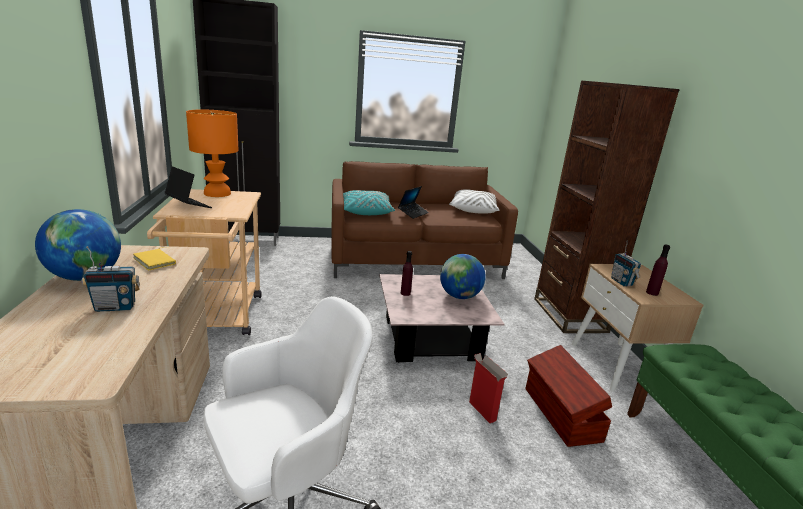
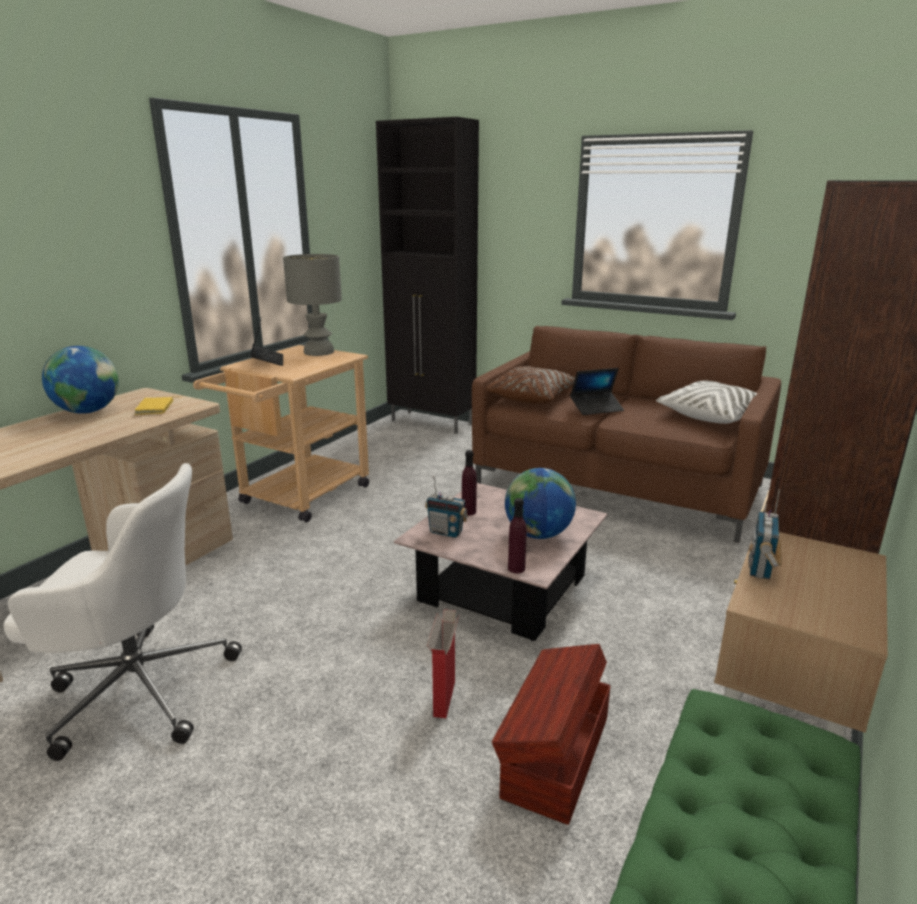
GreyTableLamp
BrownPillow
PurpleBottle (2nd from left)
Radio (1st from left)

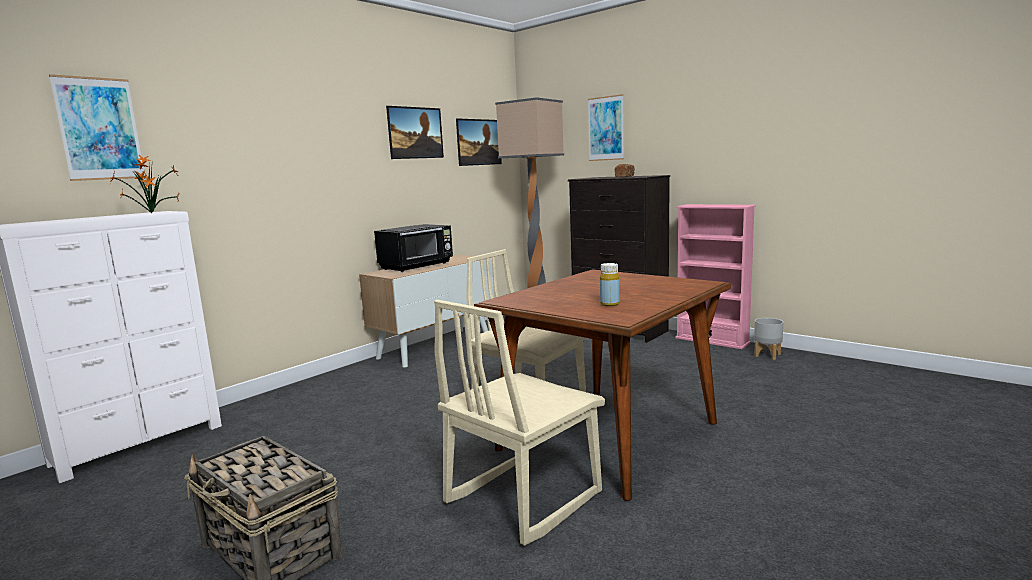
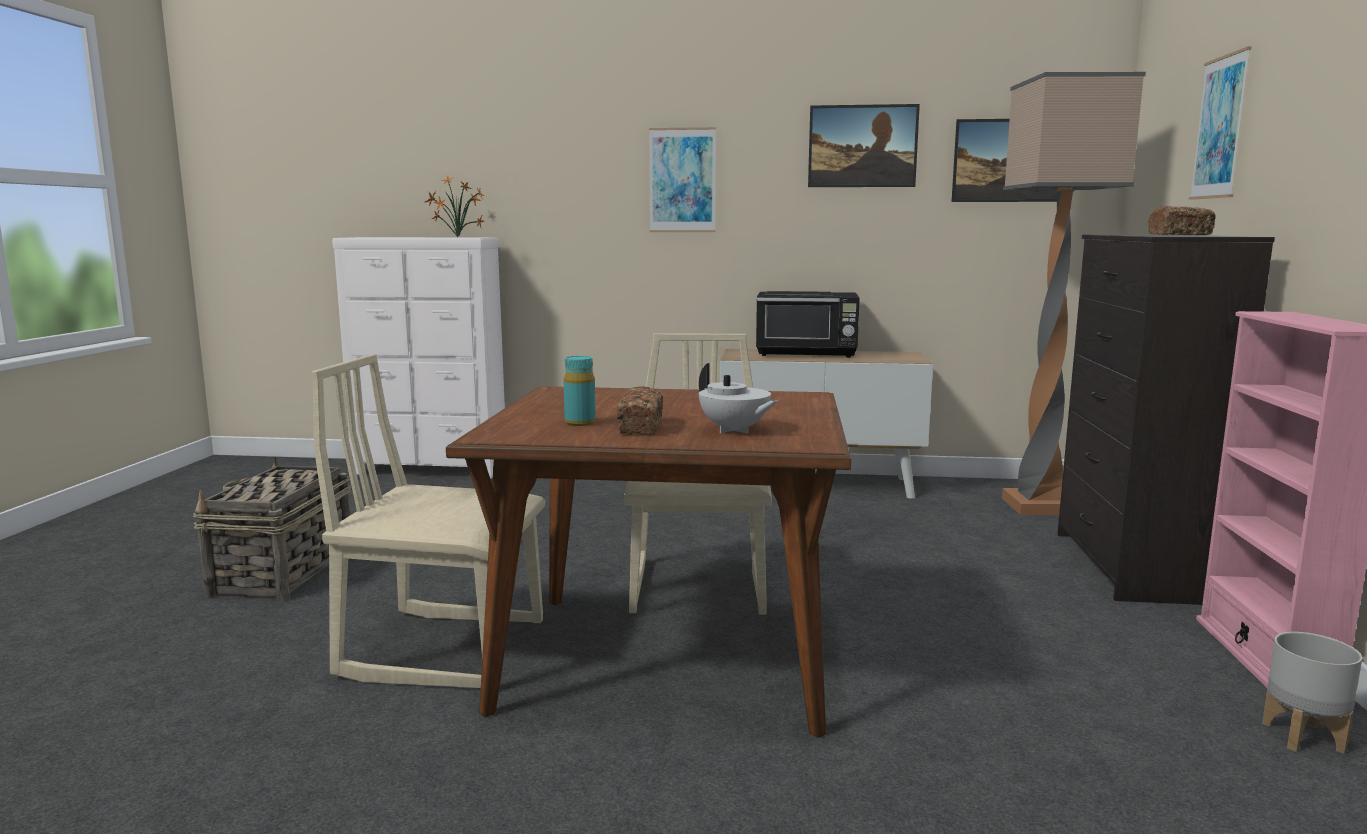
Picture (1st from left)
TurquoiseBottle
WhiteTeapot
Bread (1st from left)

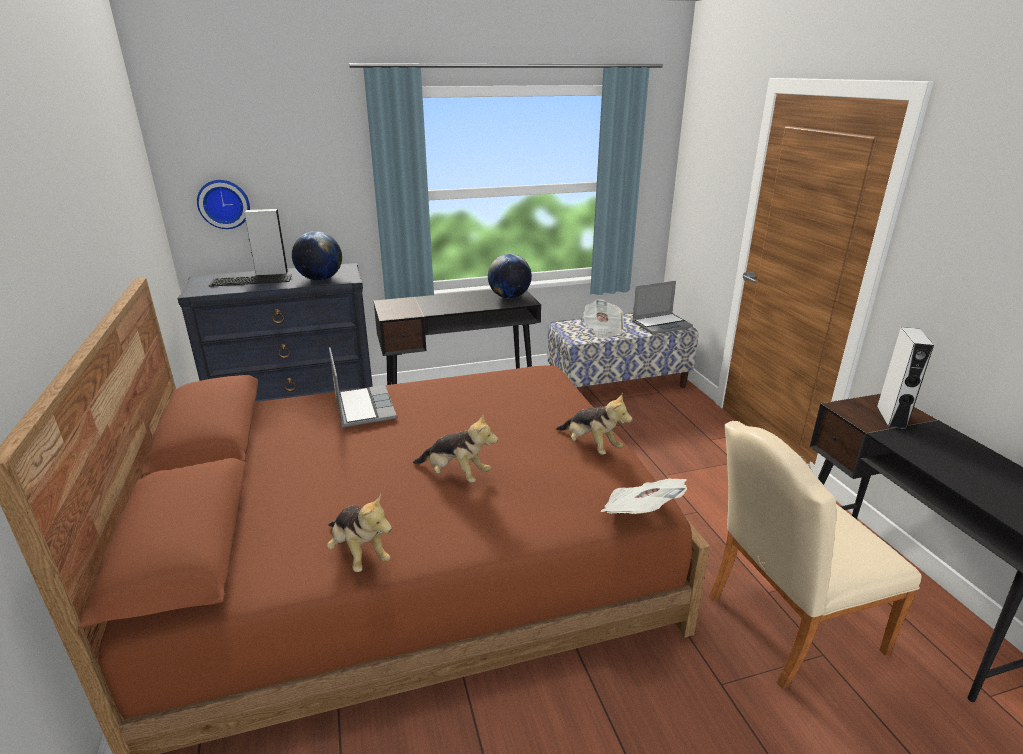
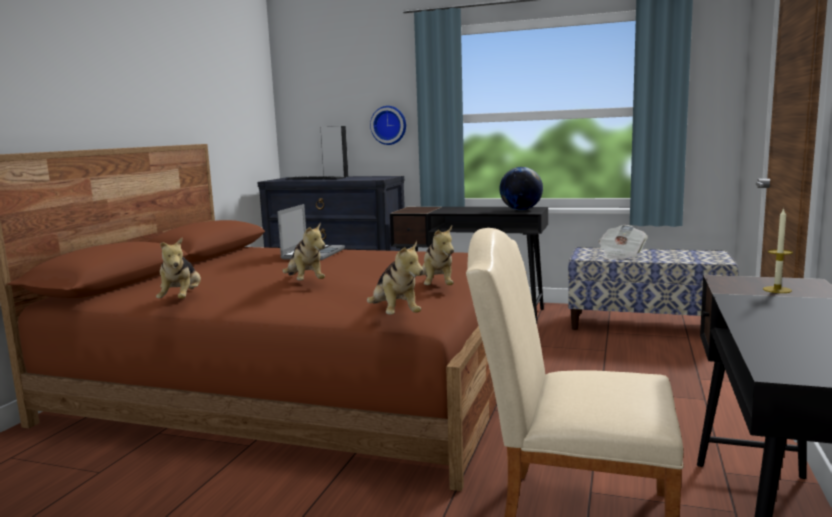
WallClock
Globe (1st from left in the first image)
Laptop (2nd from left in the first image)
Candle
PlushToy (3rd from left)

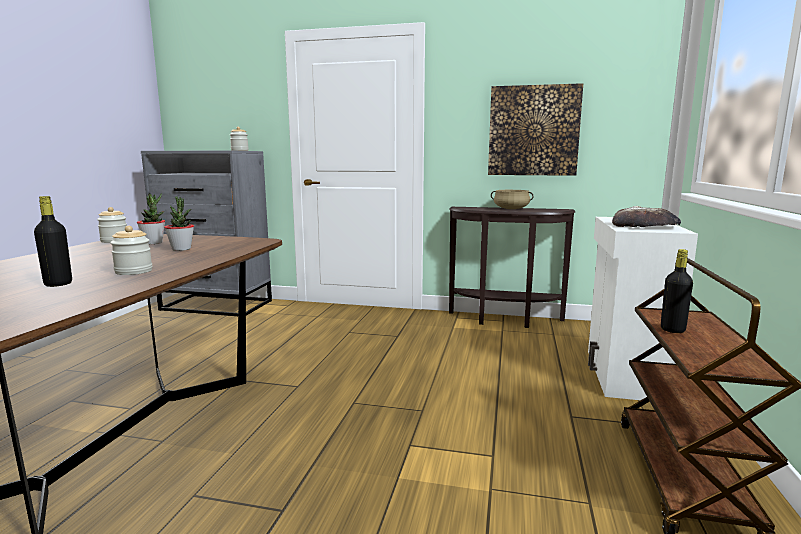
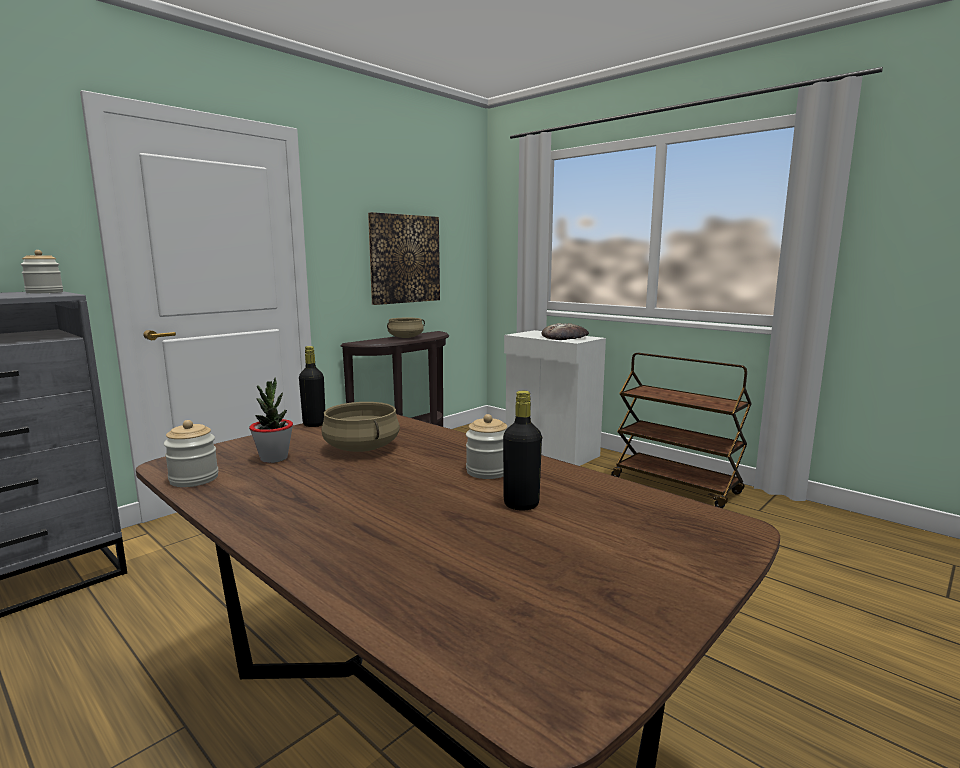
BeigeCookingPot (1st from left)
BlackBottle (1st from left)

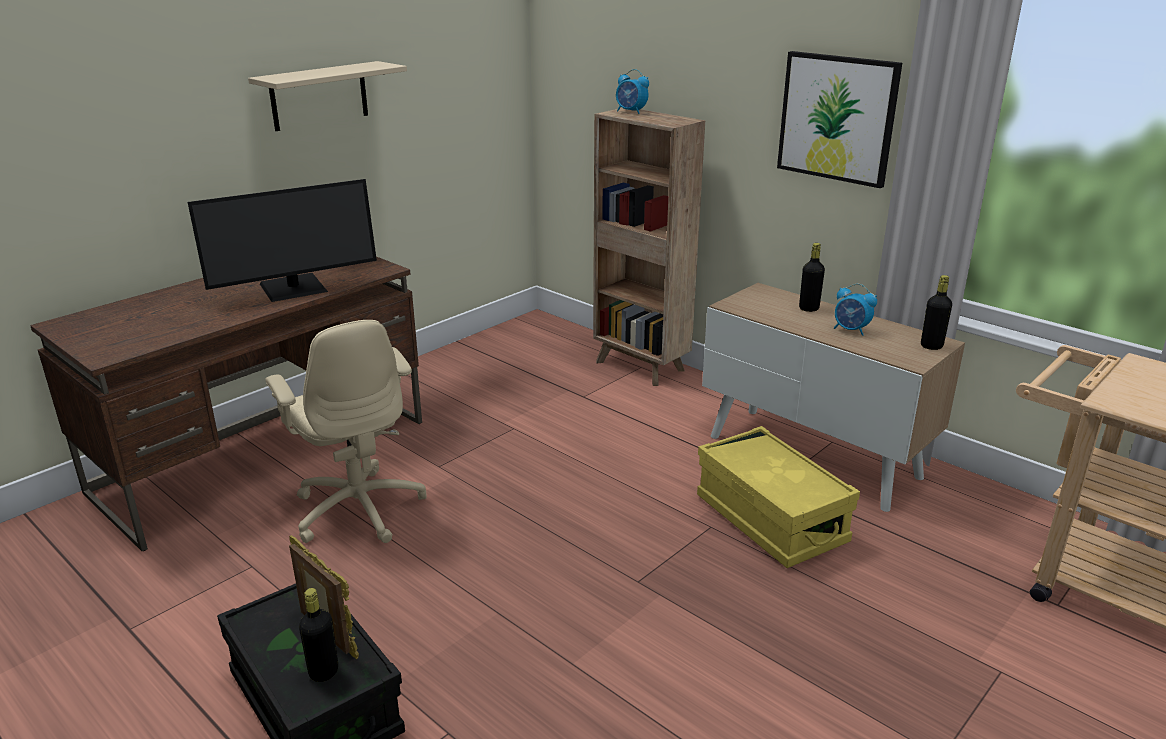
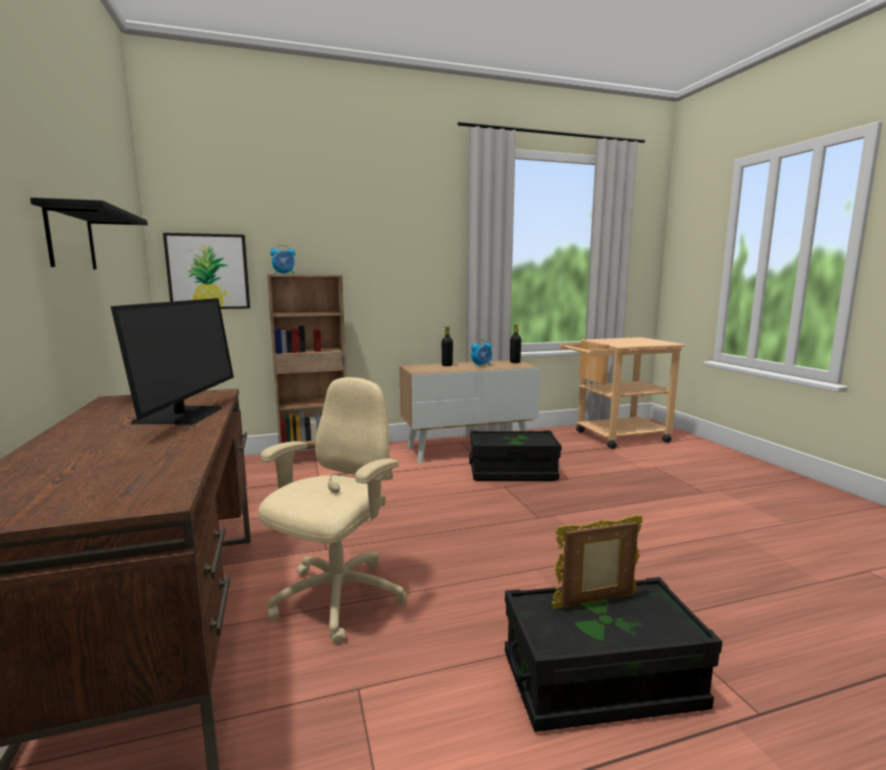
Picture
BlackShelf
BeigeOfficeChair
BlackStorageBox (1st from left)
BlackBottle (1st from left in the first image)

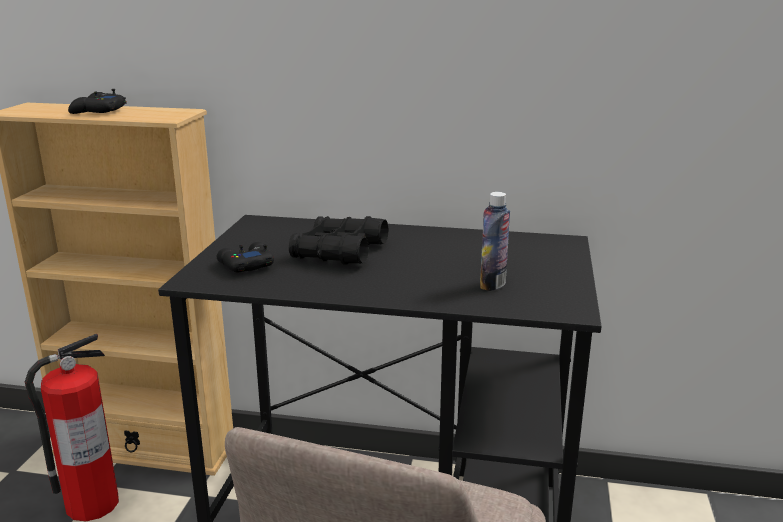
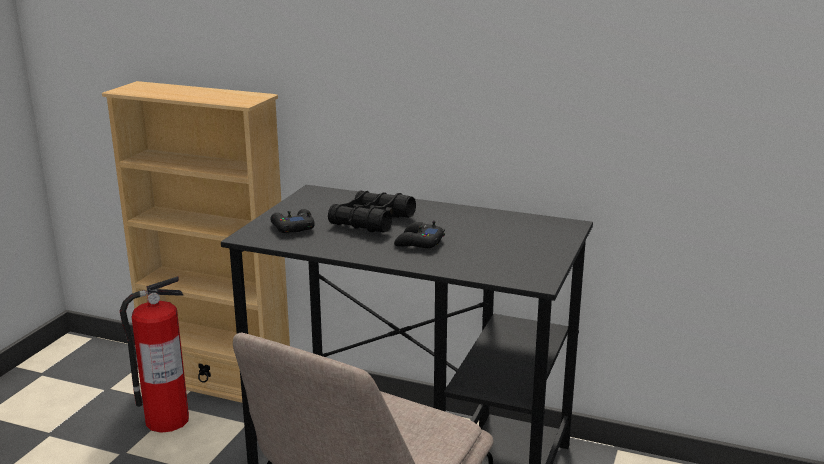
BlackGameController (2nd from left)
Bottle

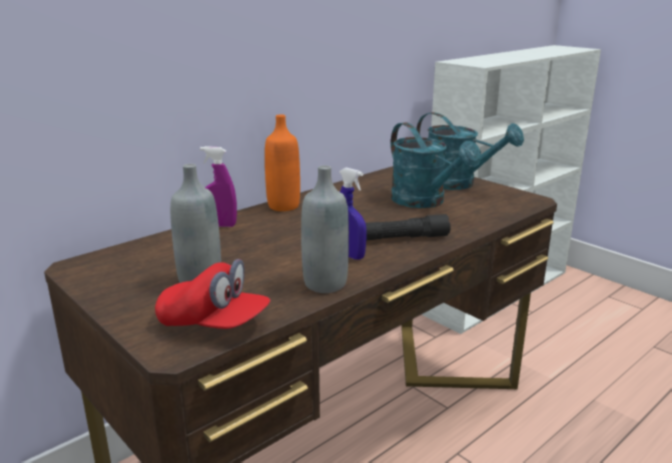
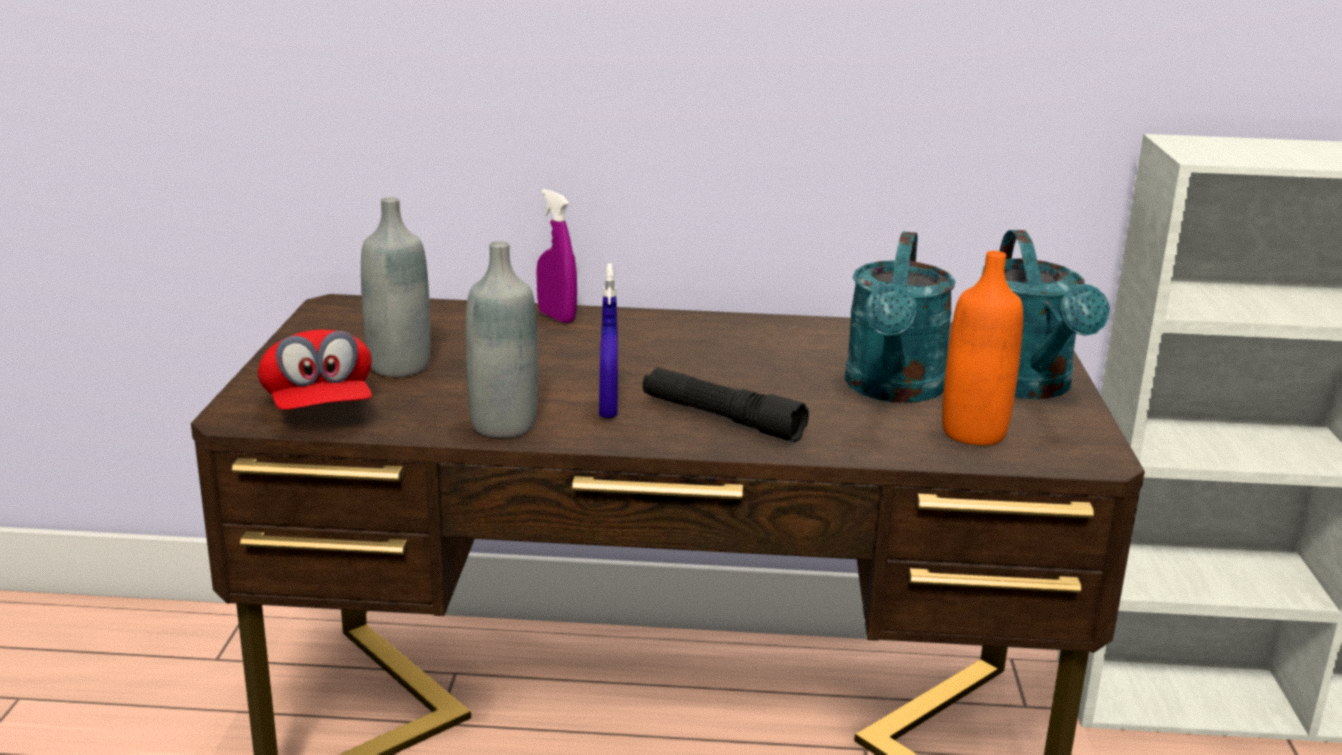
OrangeBottle

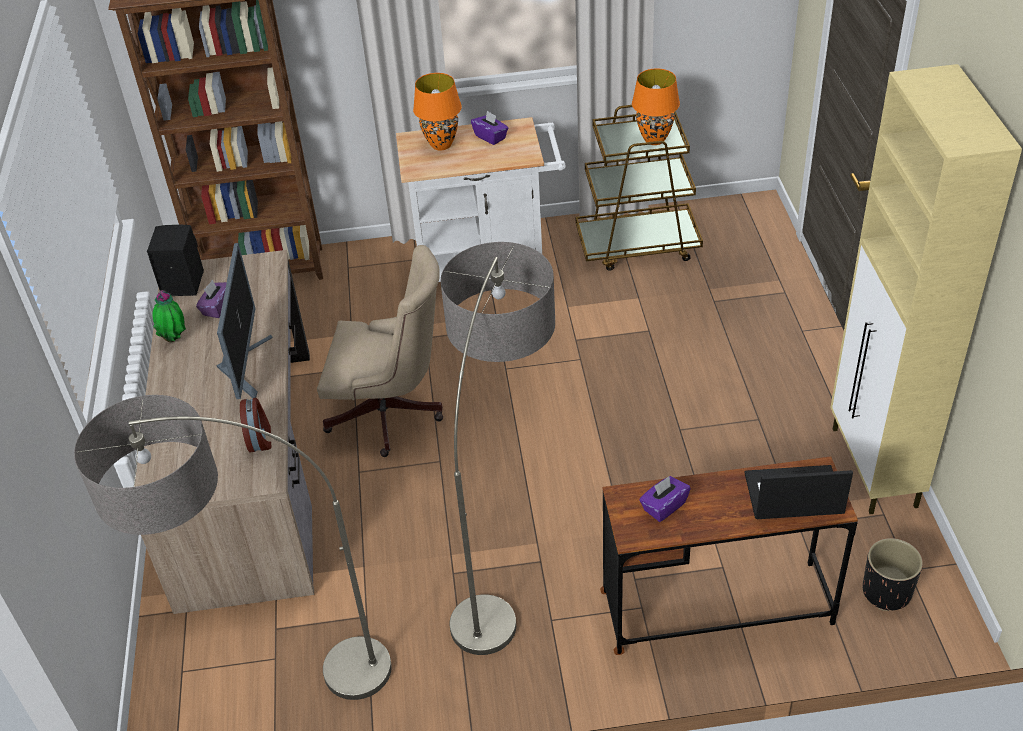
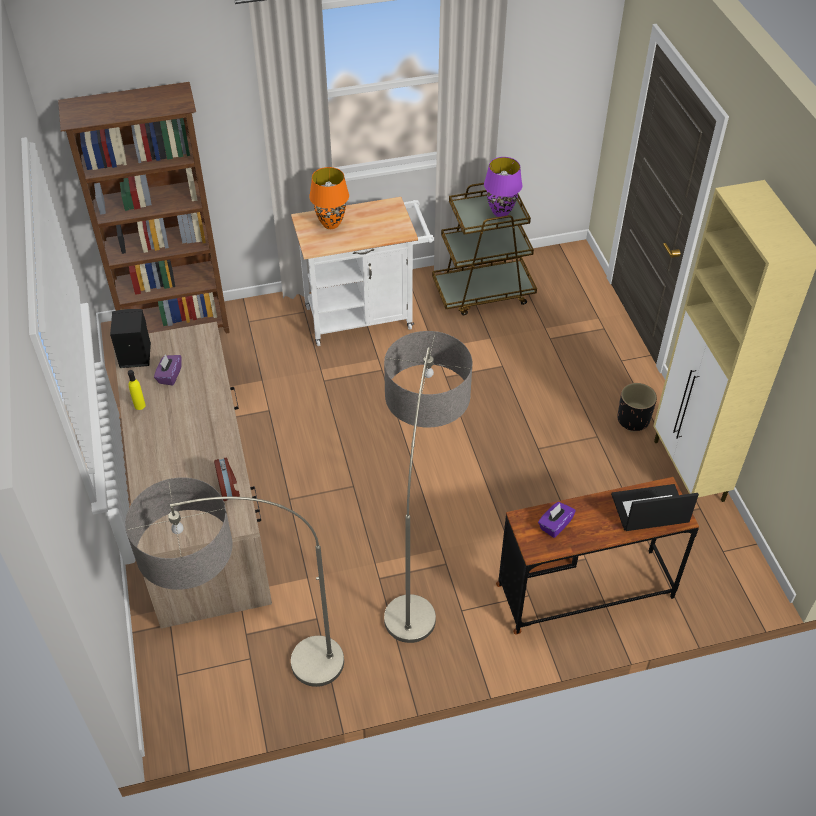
PurpleTableLamp
PurpleTissueBox (2nd from left in the first image)
Monitor
BeigeOfficeChair
YellowBottle
BlackPlanter

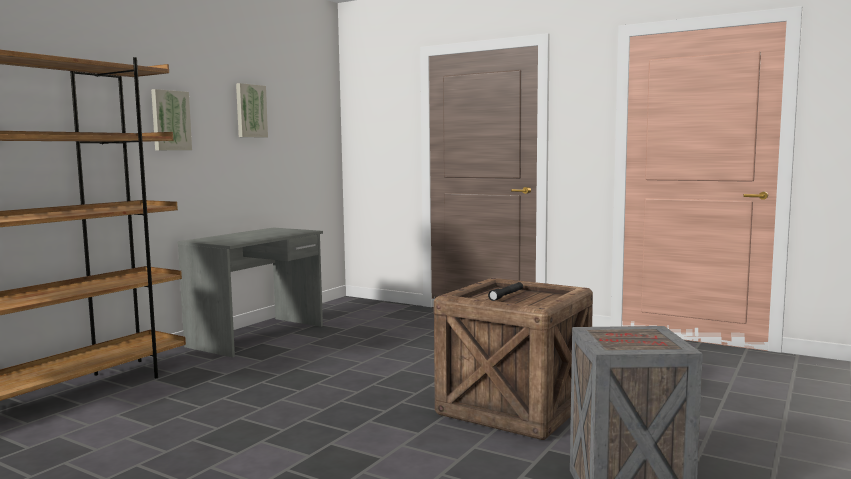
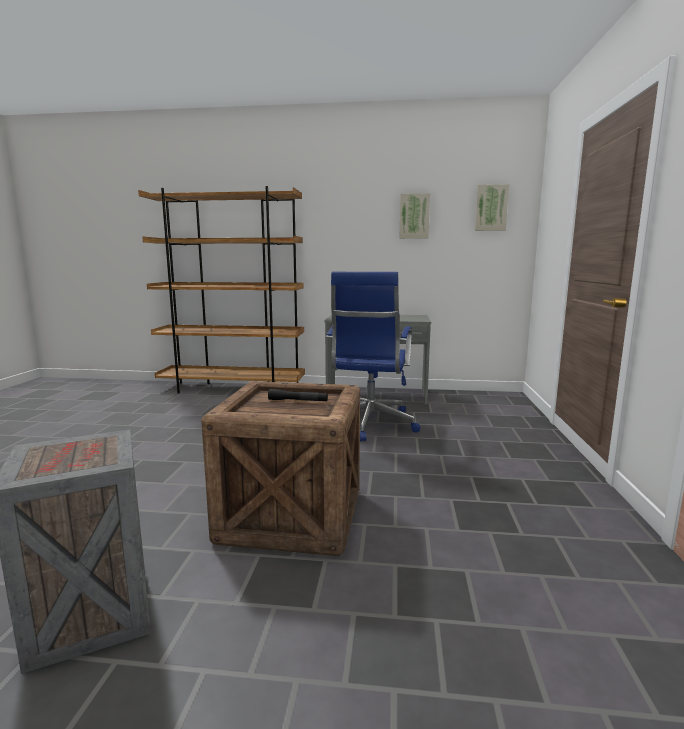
Picture (2nd from left)
BlueOfficeChair

